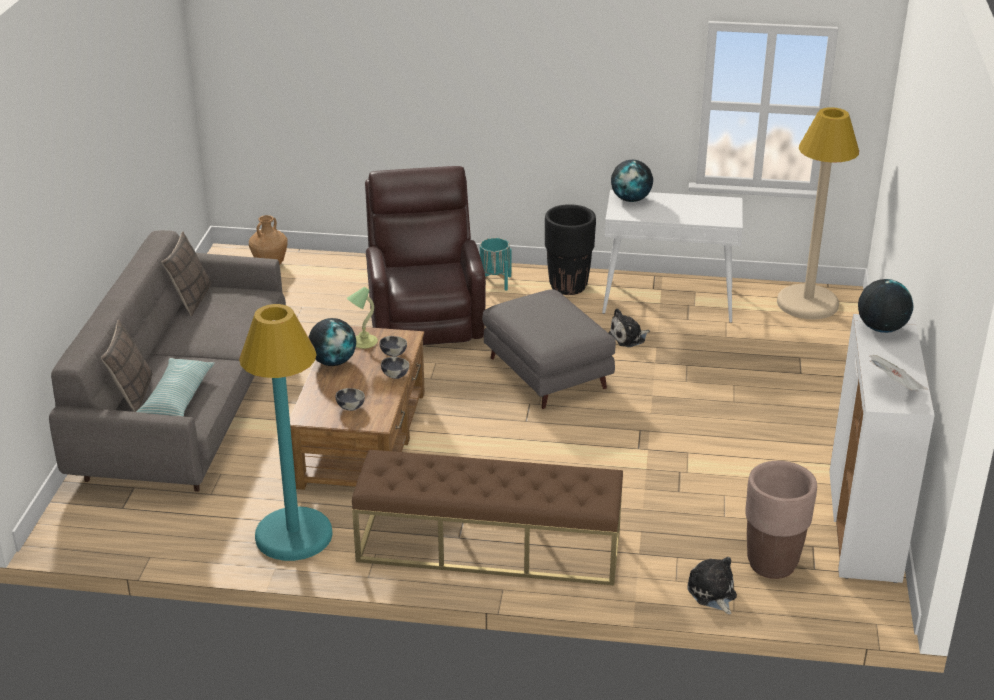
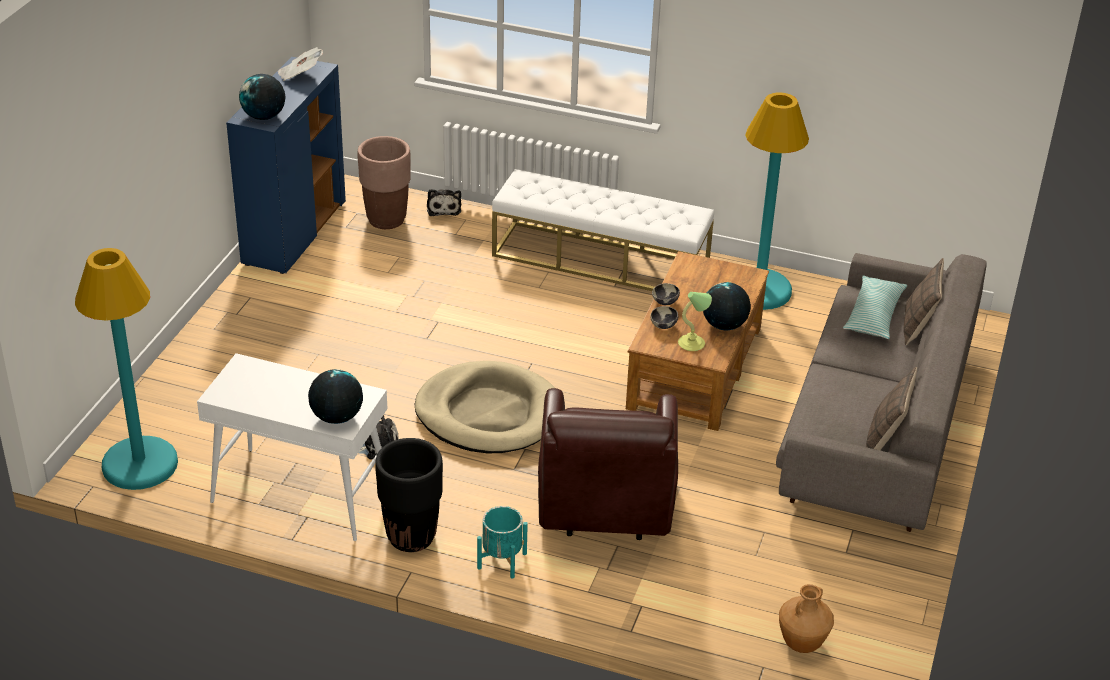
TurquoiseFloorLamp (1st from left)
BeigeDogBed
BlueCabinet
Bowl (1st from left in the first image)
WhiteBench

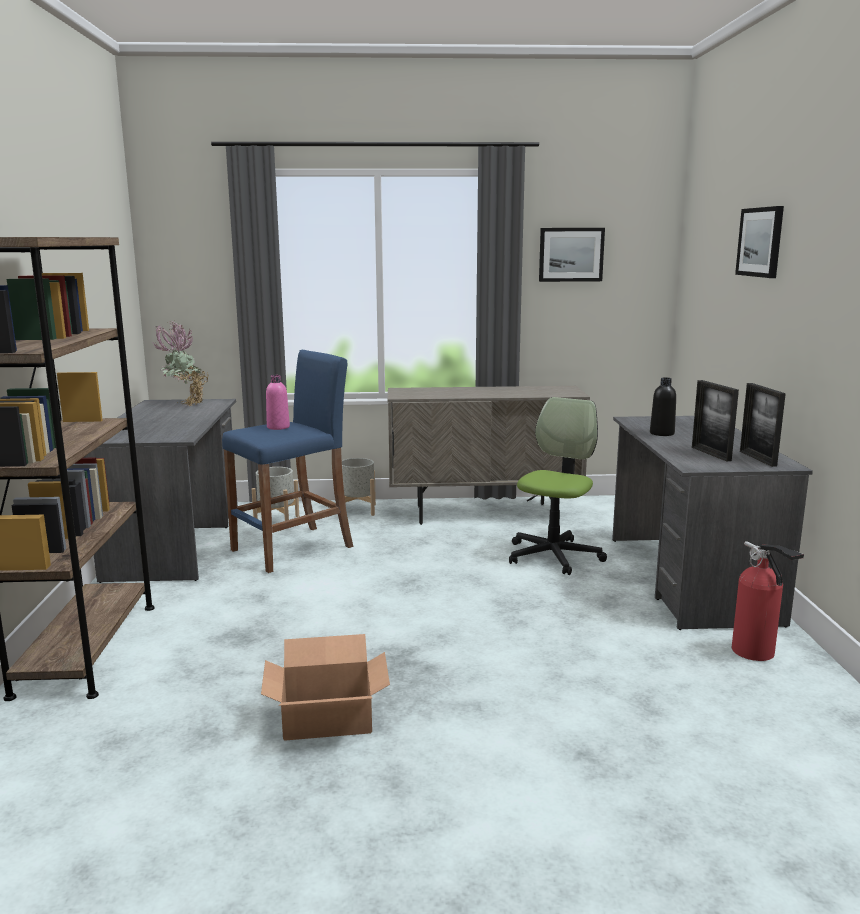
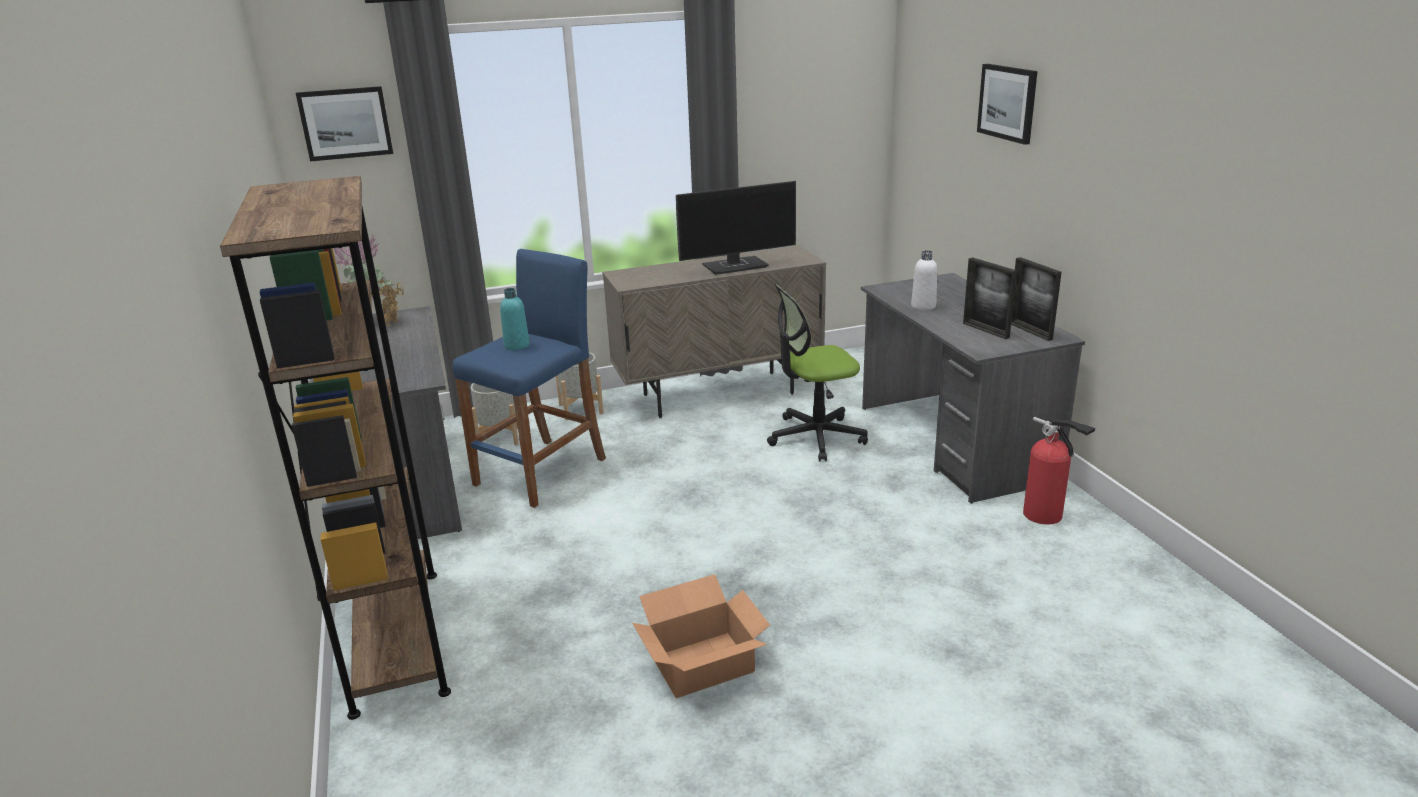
Picture (1st from left)
TurquoiseBottle
WhiteBottle
OfficeChair
Monitor

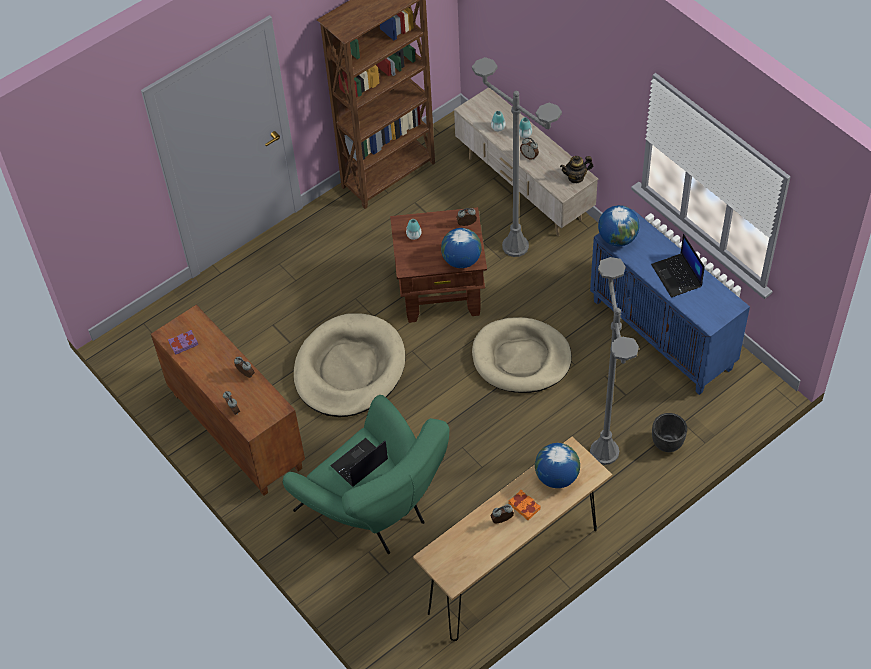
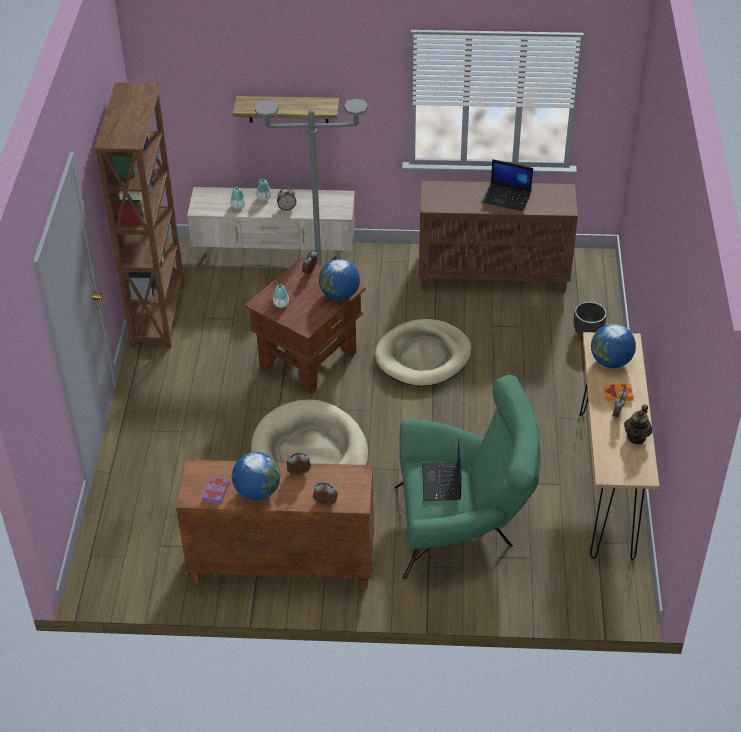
Teapot
Globe (1st from left)
BrownCabinet (2nd from left)
GreyFloorLamp (2nd from left in the first image)
Shelf

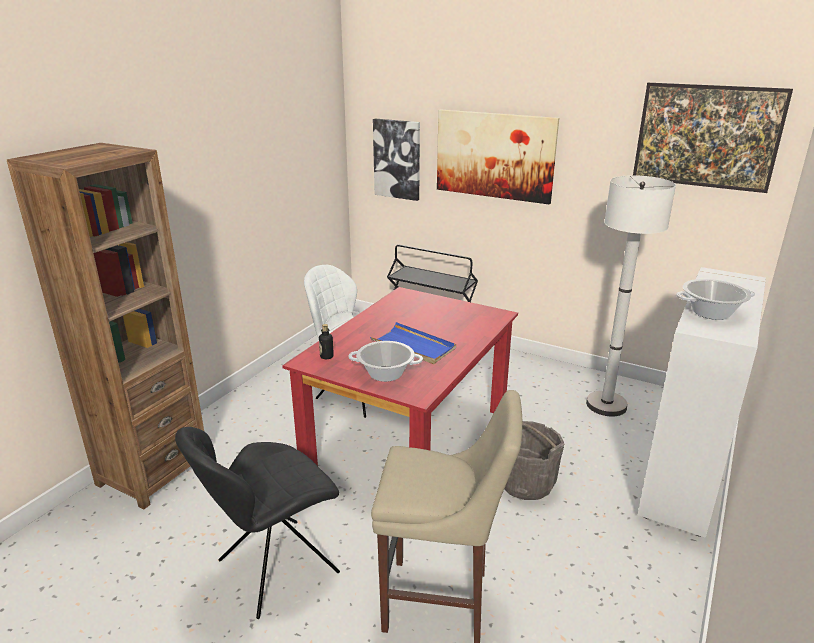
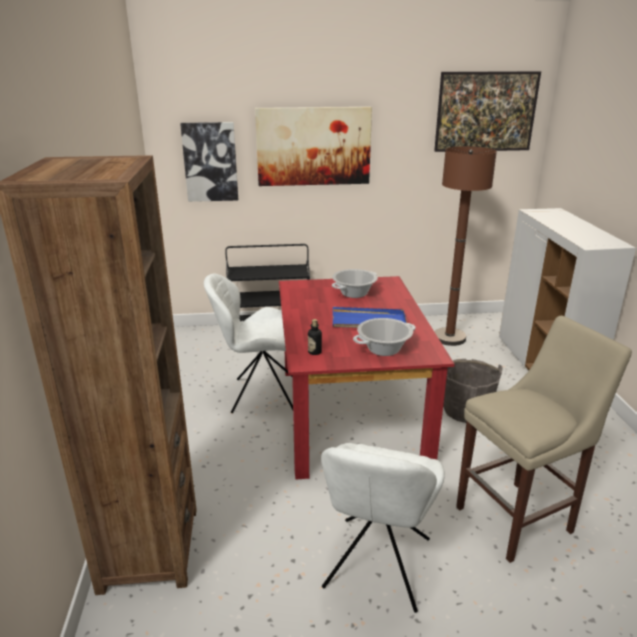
BrownFloorLamp
CookingPot (1st from left)
WhiteChair (2nd from left)

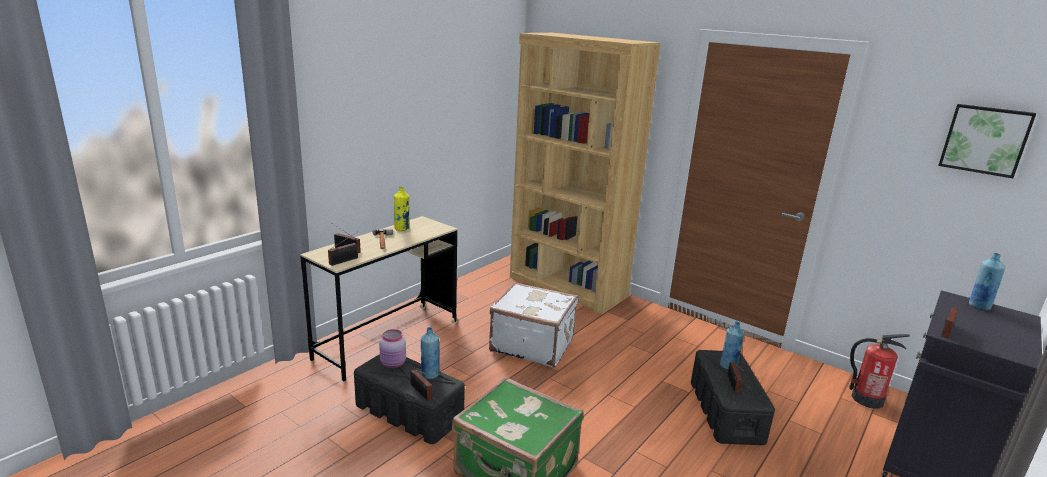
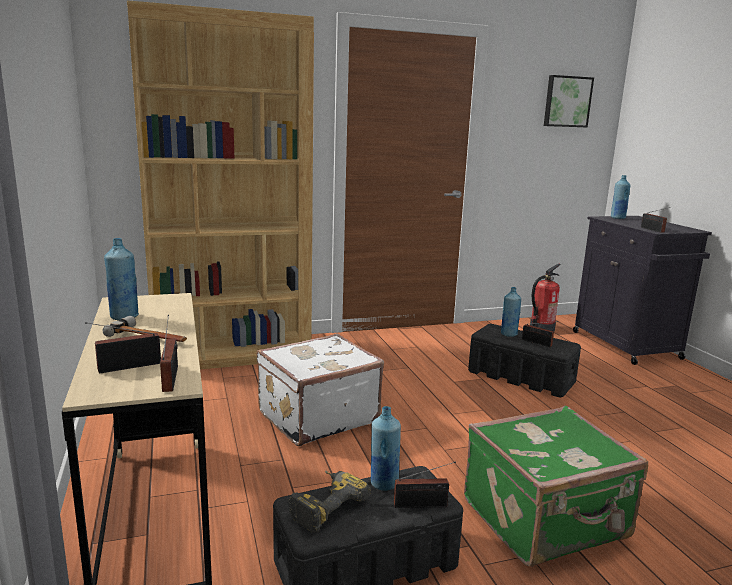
BlueBottle (1st from left)
PowerDrill

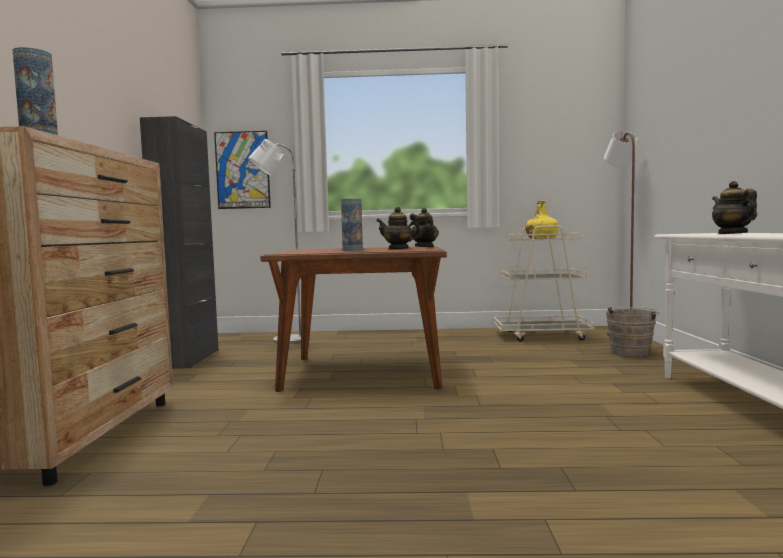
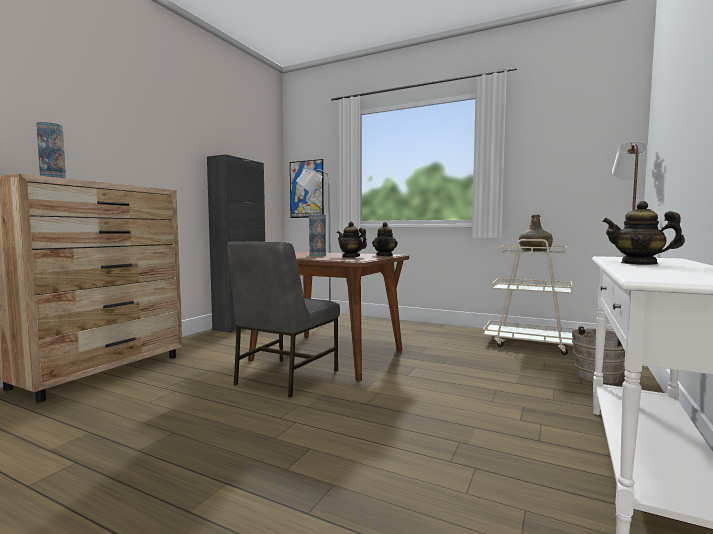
Teapot (3rd from left)
GreenBottle
GreyChair

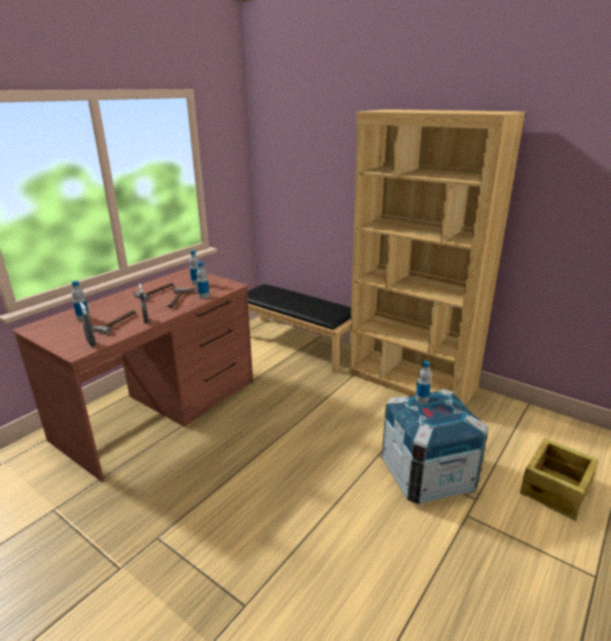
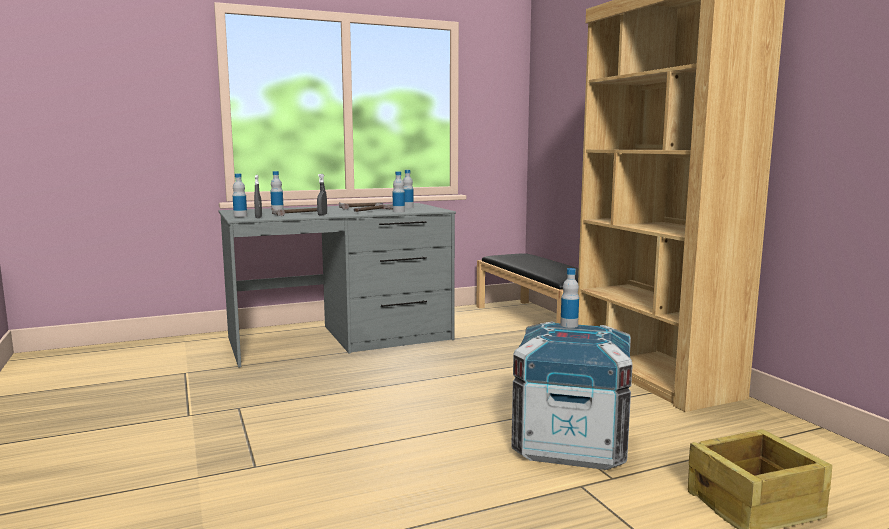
GreyDesk
Bottle (1st from left)

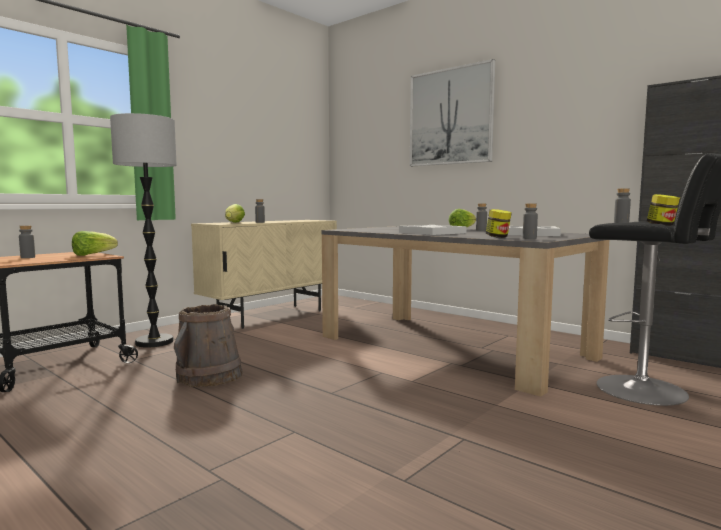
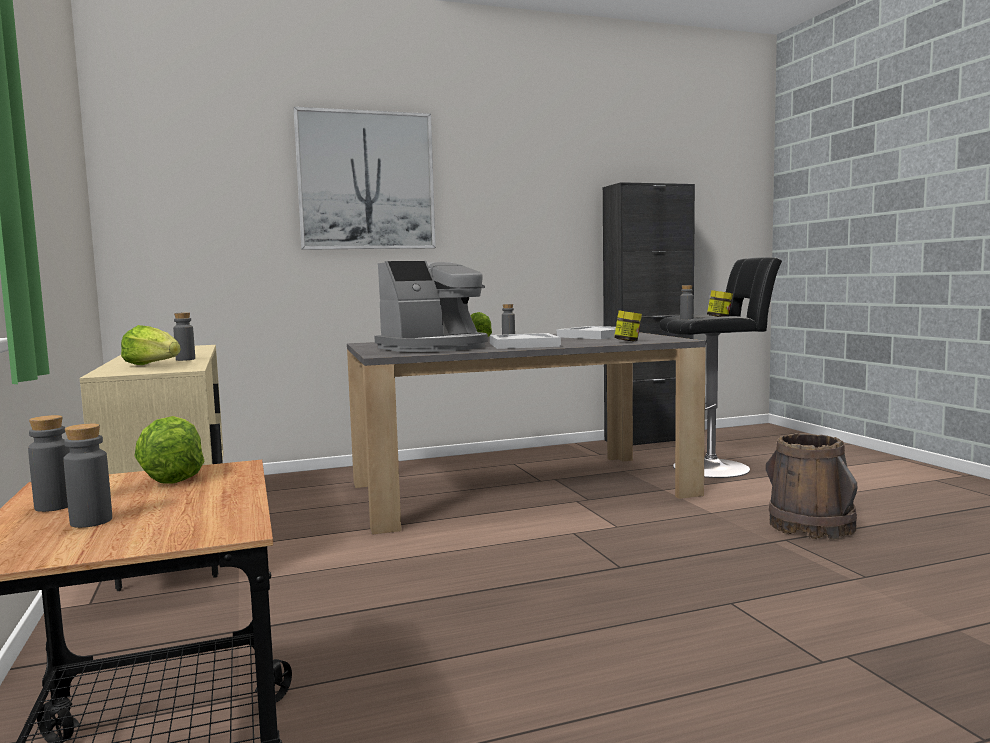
FloorLamp
GreyBottle (1st from left)
BrownBucket
CoffeeMachine

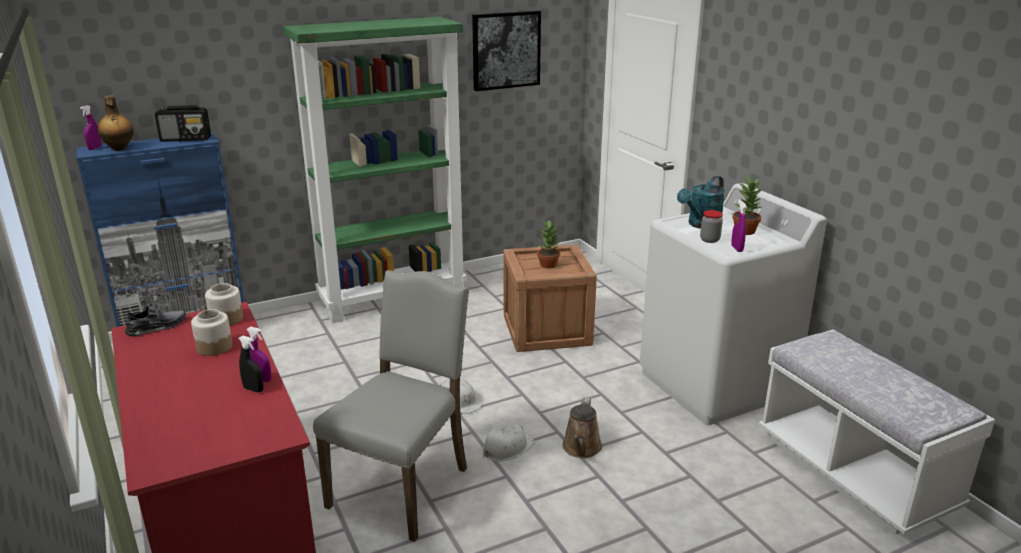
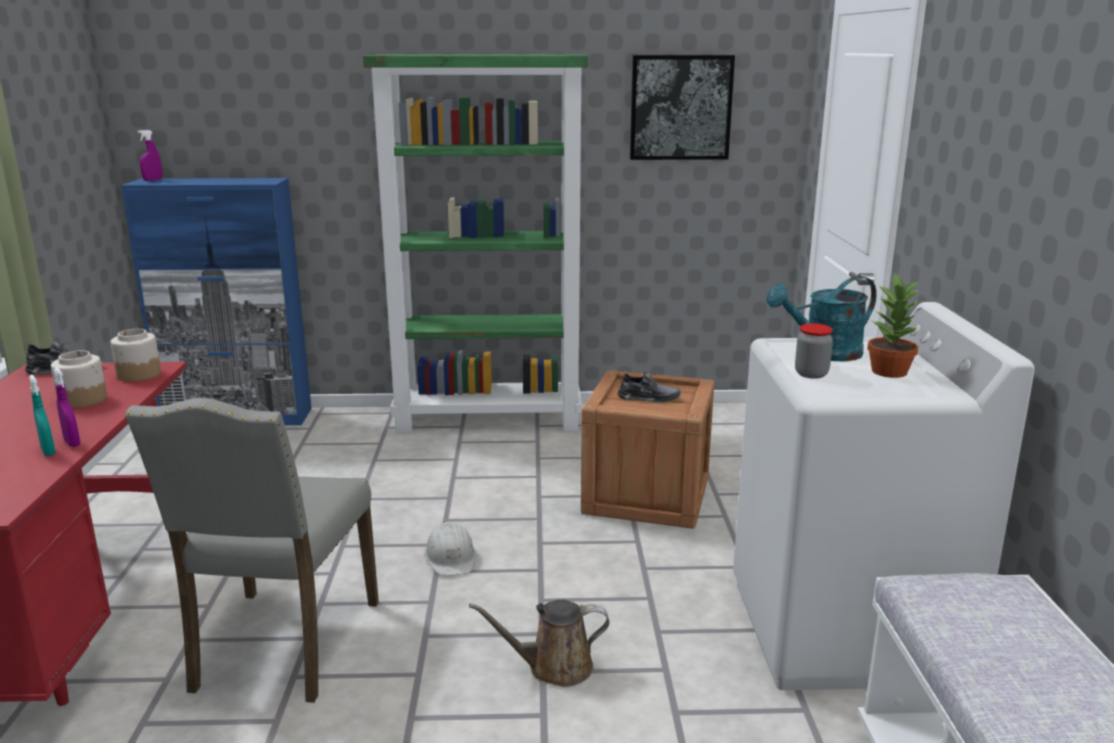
Bottle
Radio
PurpleSprayBottle (3rd from left in the first image)
GreyShoe (2nd from left)
GreyChair
TurquoiseSprayBottle
BrownWateringCan
WhiteHardHat (2nd from left in the first image)

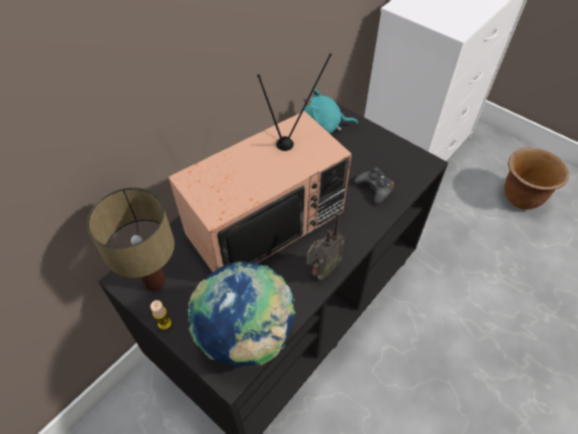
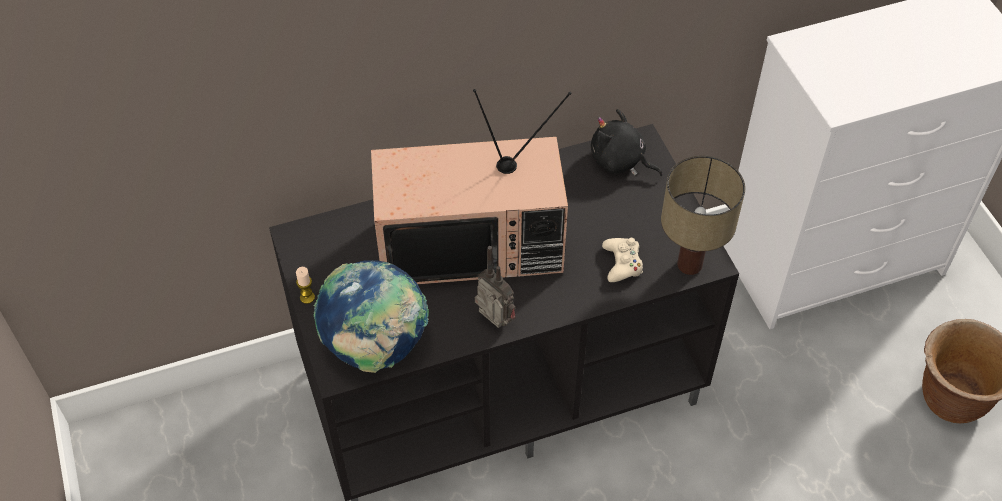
BlackPlushToy
BeigeGameController
TableLamp
Radio

